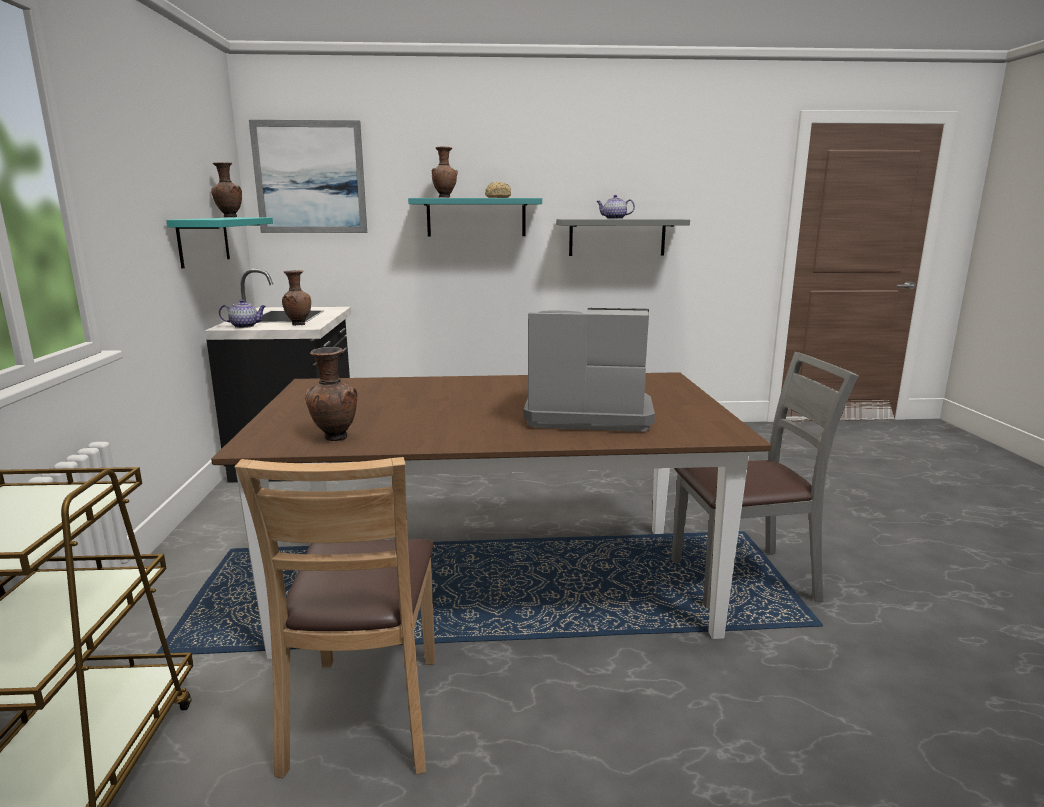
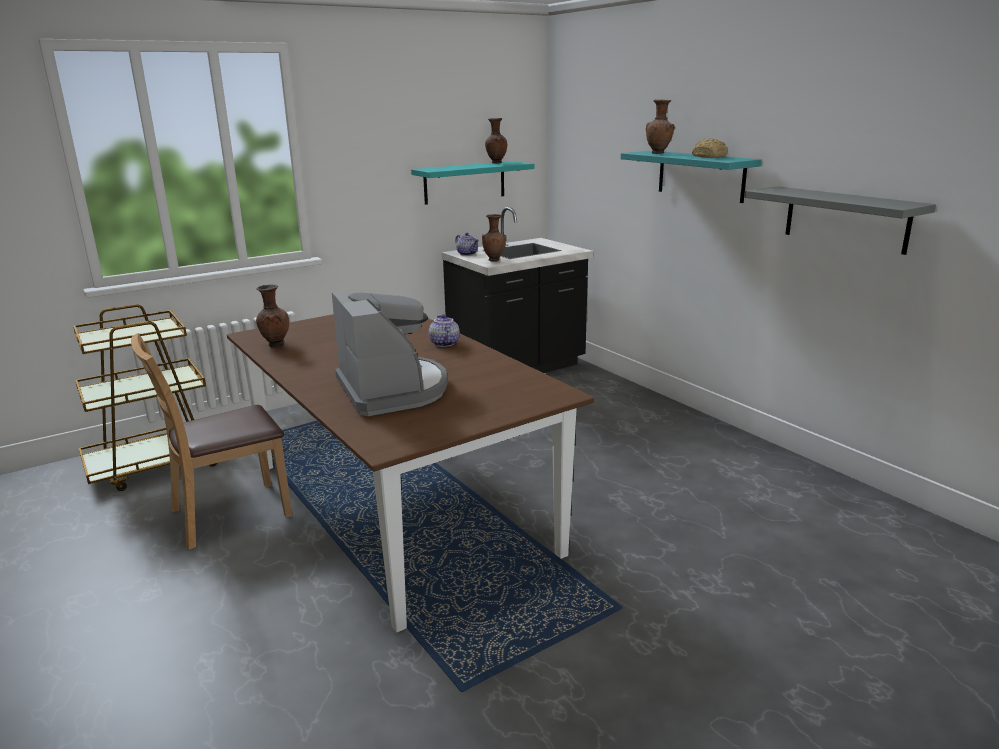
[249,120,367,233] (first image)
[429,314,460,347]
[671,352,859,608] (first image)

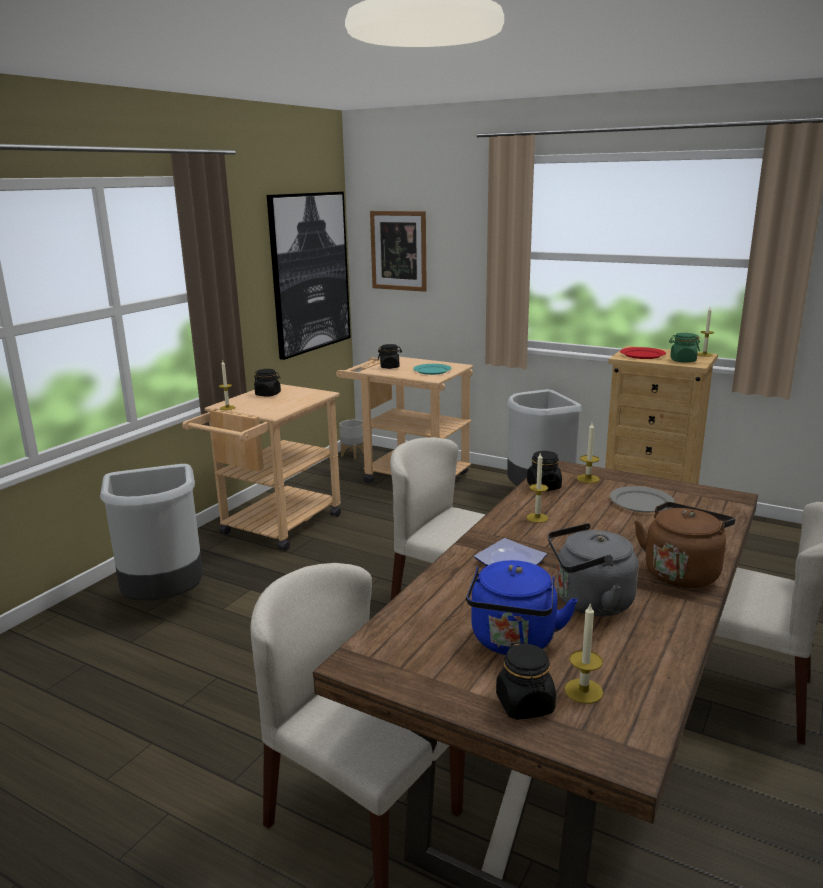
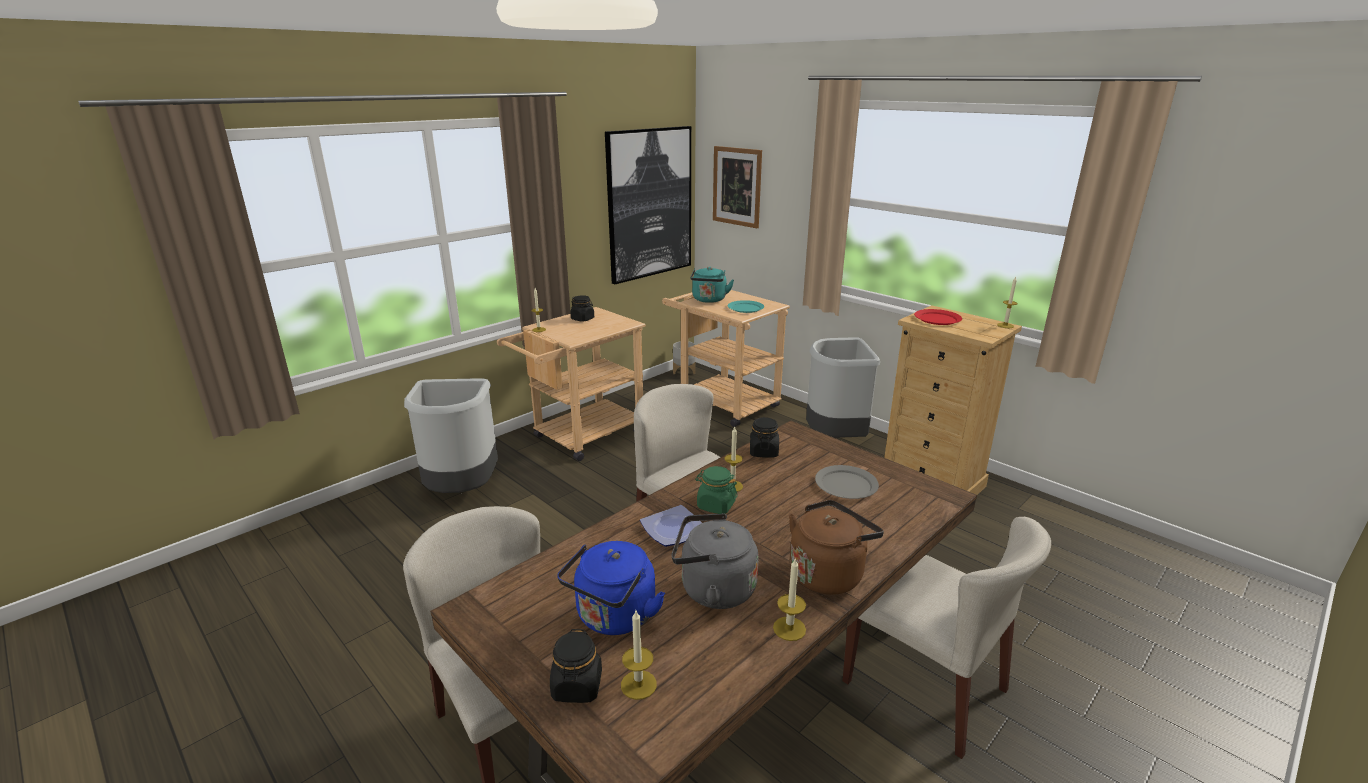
[695,466,738,514]
[690,267,734,303]
[773,557,806,641]

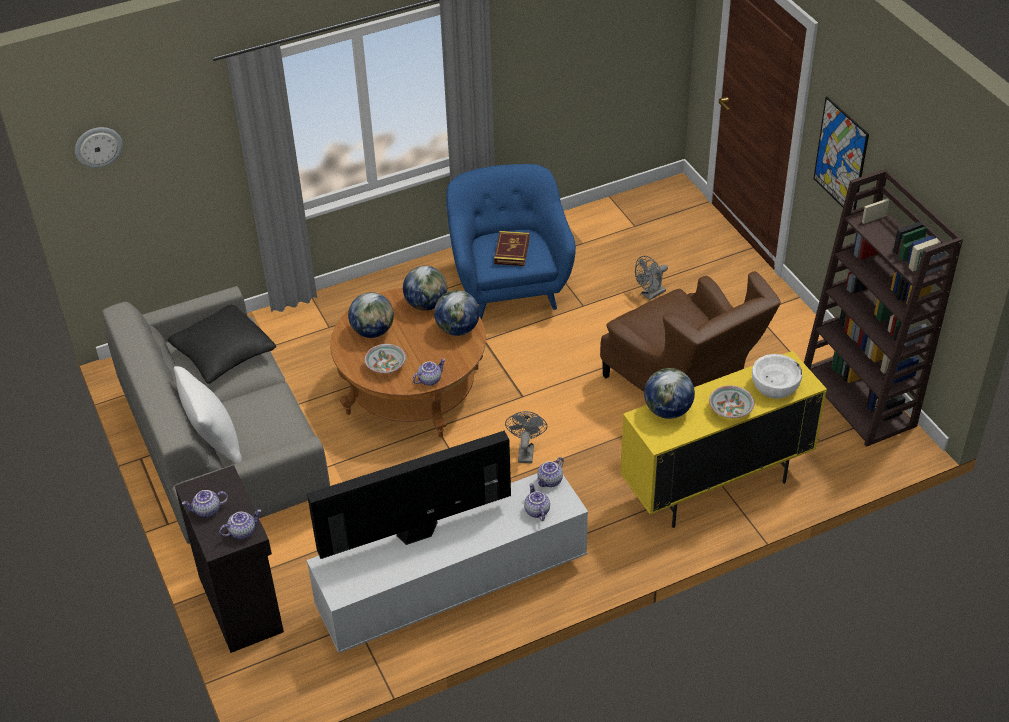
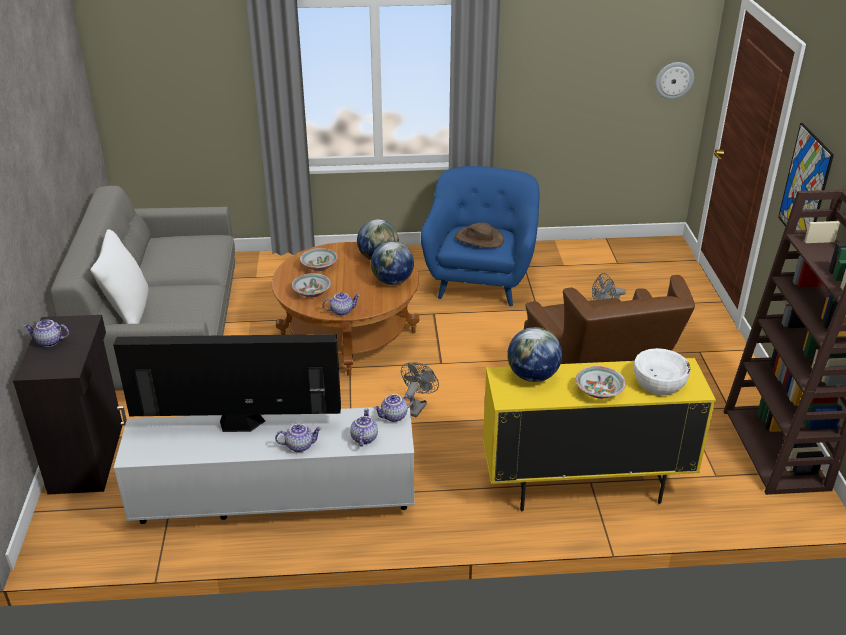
[655,62,694,99]
[455,222,504,248]
[300,248,338,271]
[168,305,276,384] (first image)
[275,424,322,452]

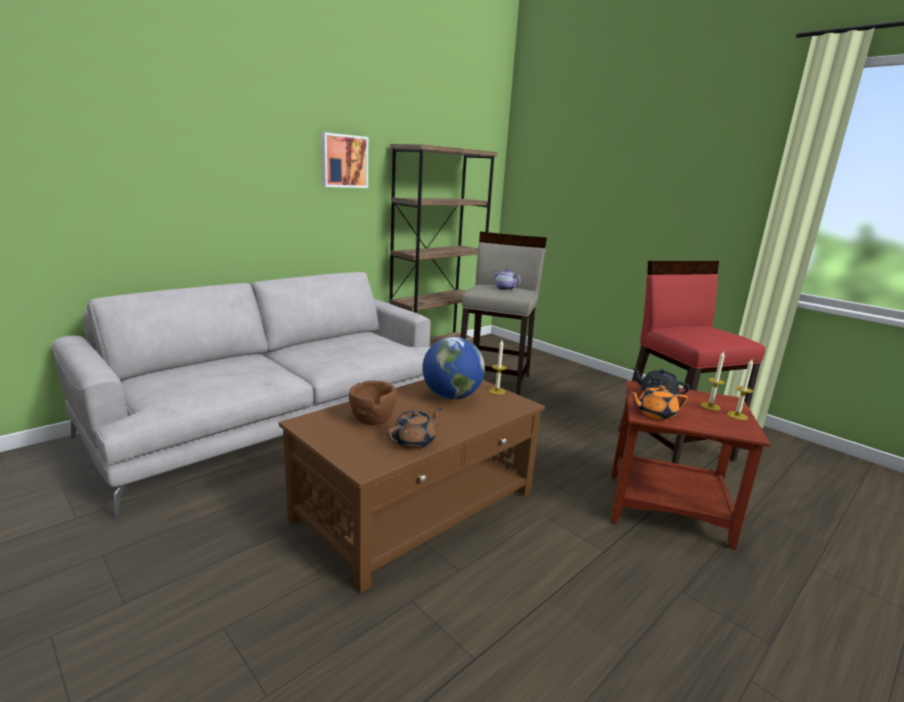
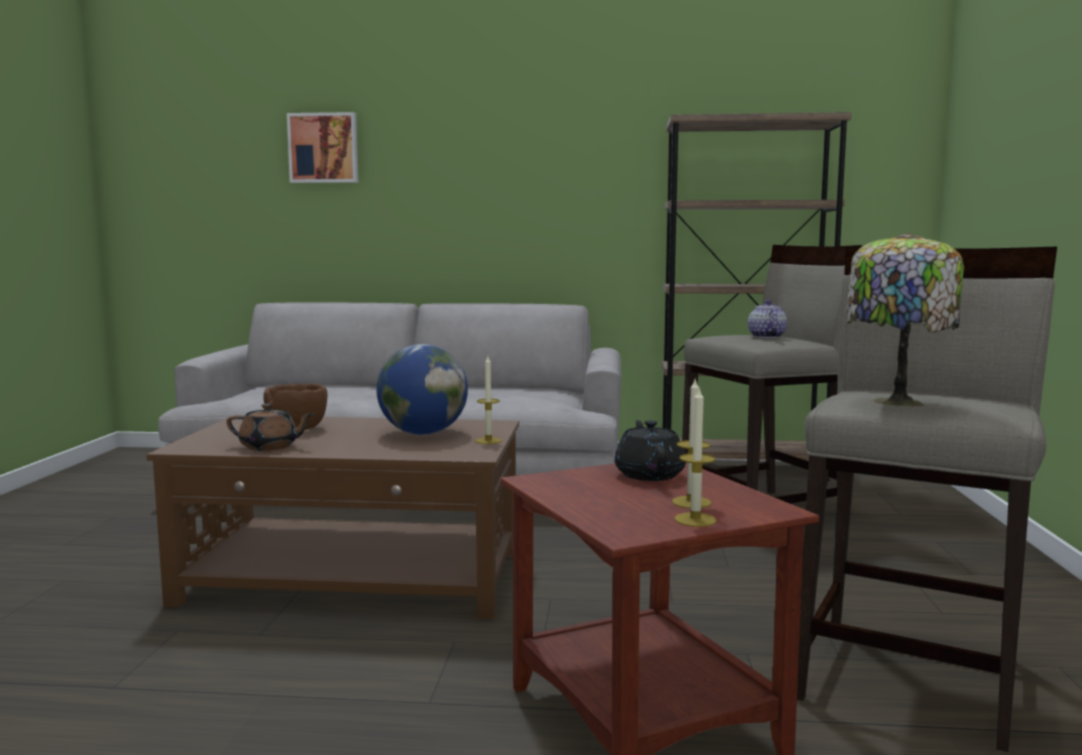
[287,112,358,183]
[797,246,1057,752]
[629,385,688,420] (first image)
[846,233,964,407]

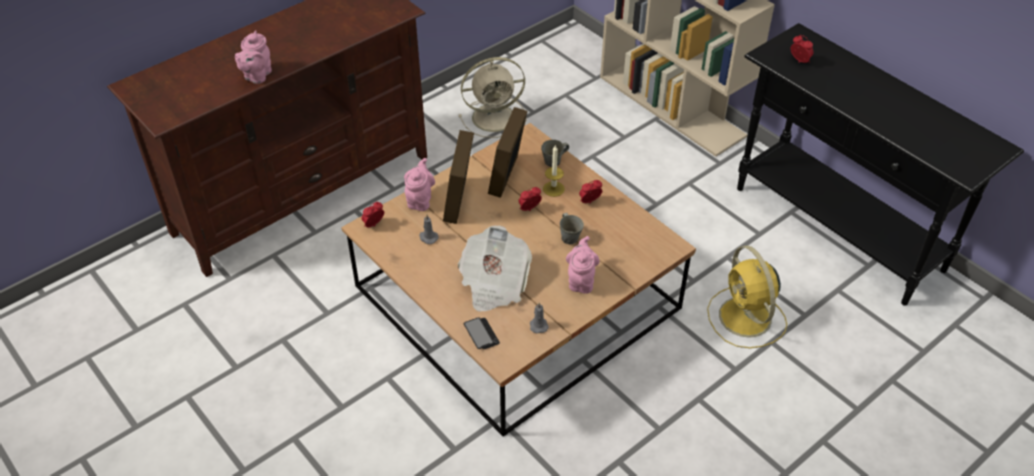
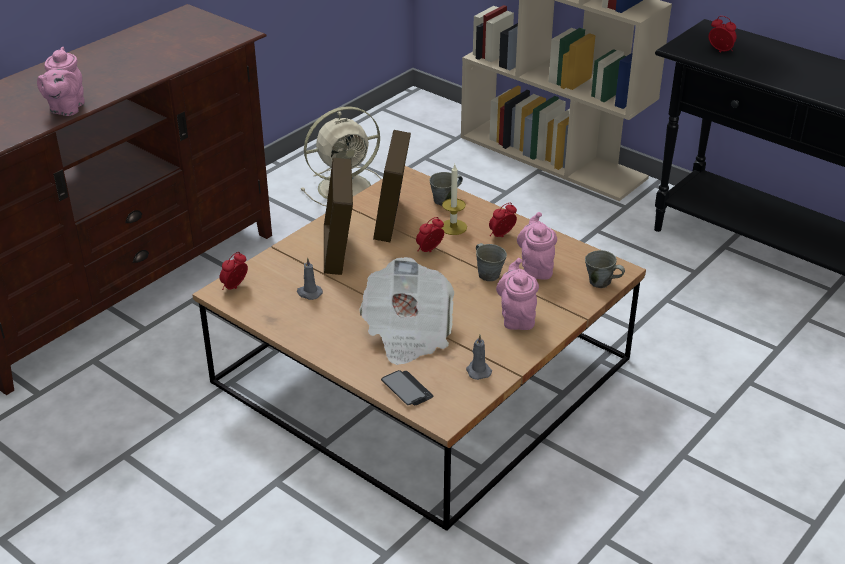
[517,212,557,280]
[707,246,787,348] (first image)
[585,250,625,288]

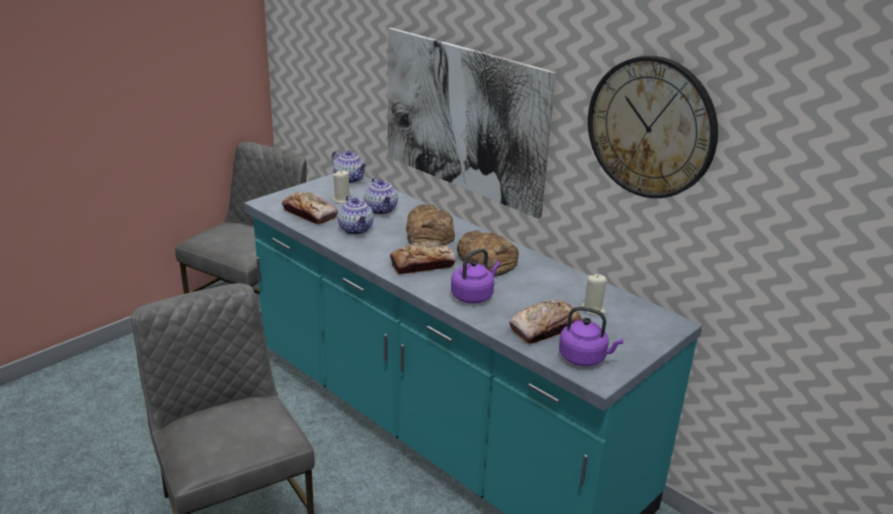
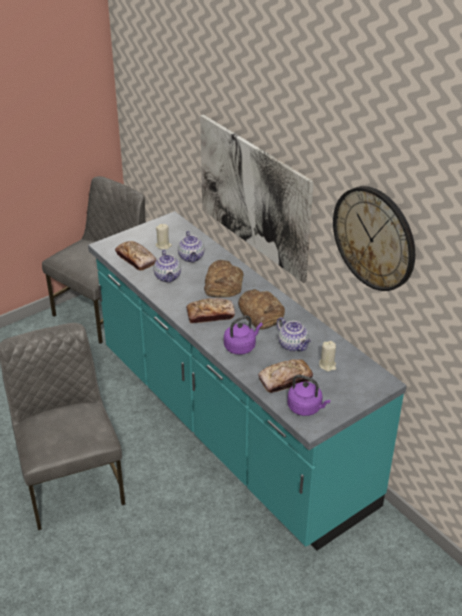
[277,317,311,352]

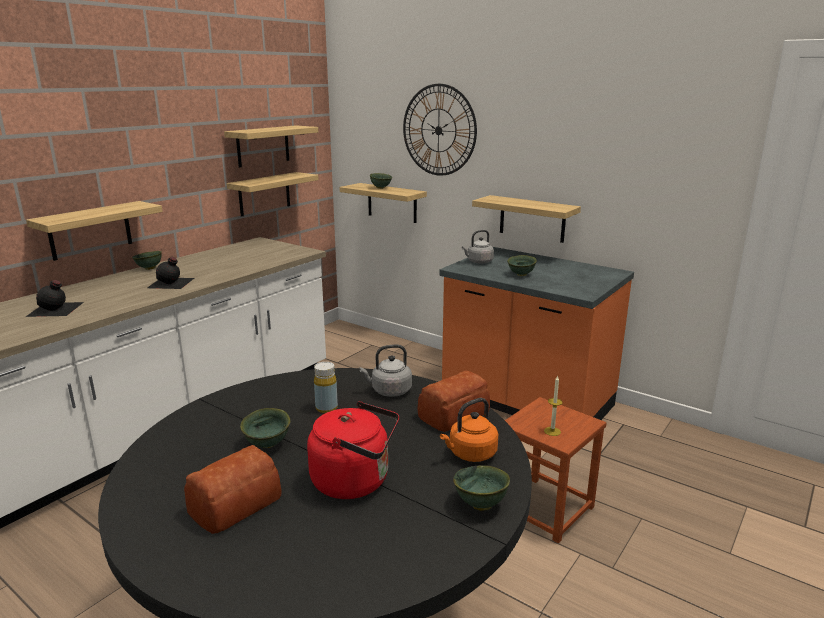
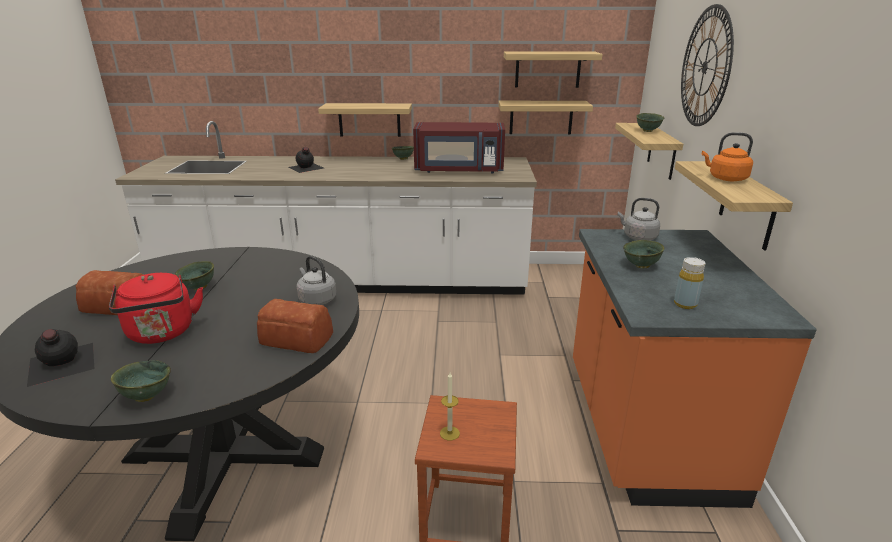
[27,329,94,387]
[674,257,706,309]
[702,132,753,181]
[413,122,505,173]

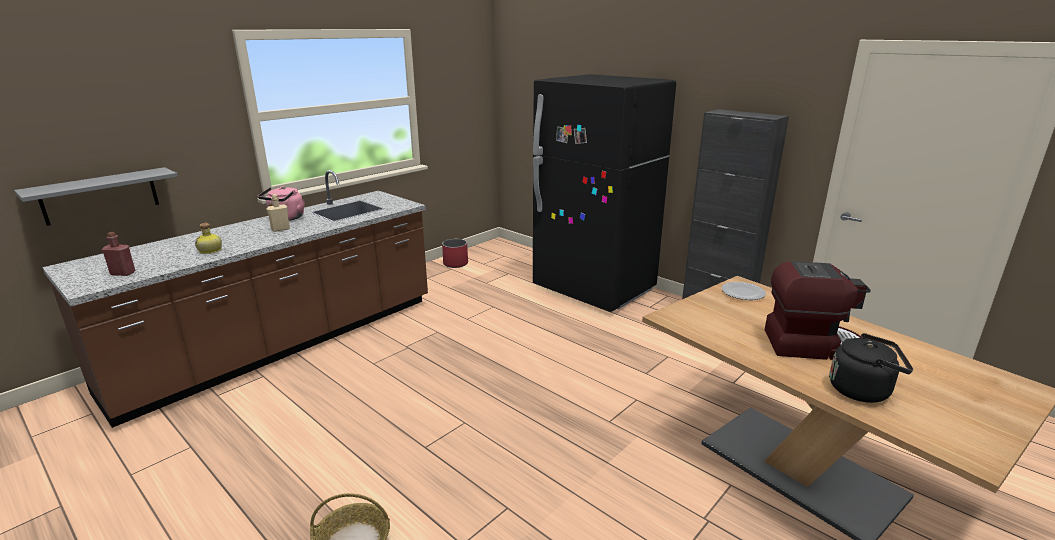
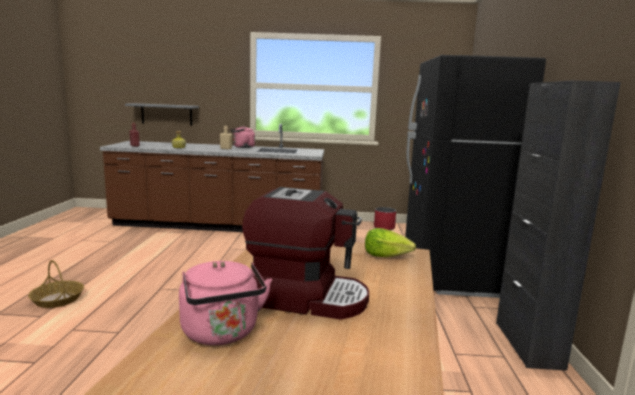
[242,187,369,319]
[365,228,416,257]
[179,261,272,345]

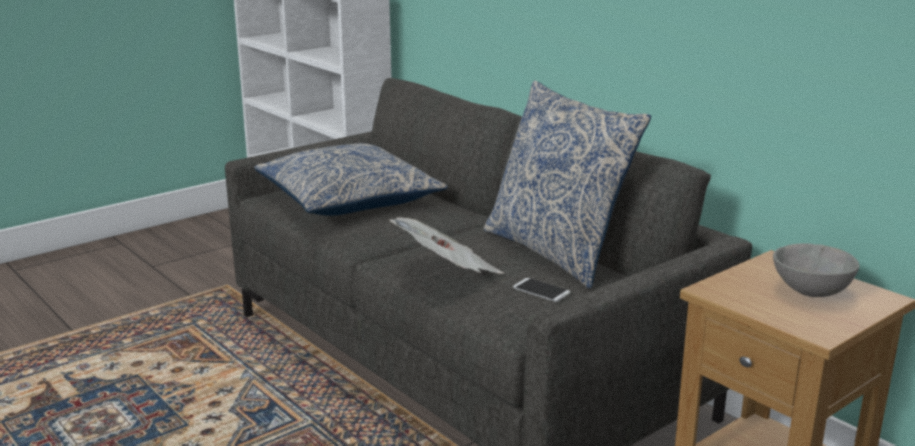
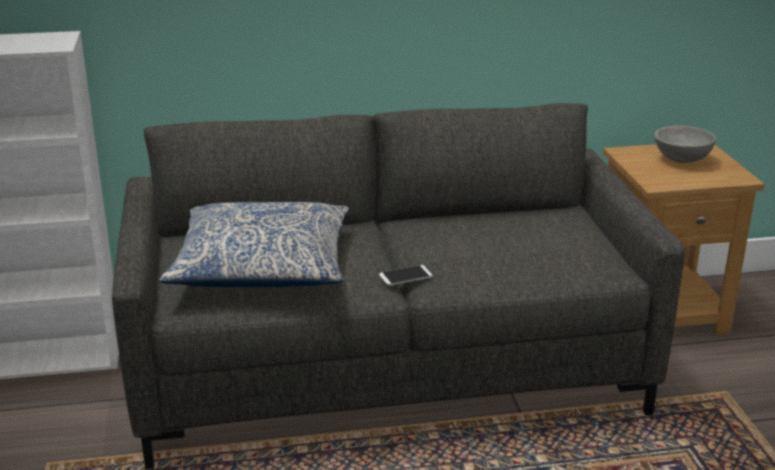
[484,80,651,289] (first image)
[389,217,504,274] (first image)
[379,265,432,285]

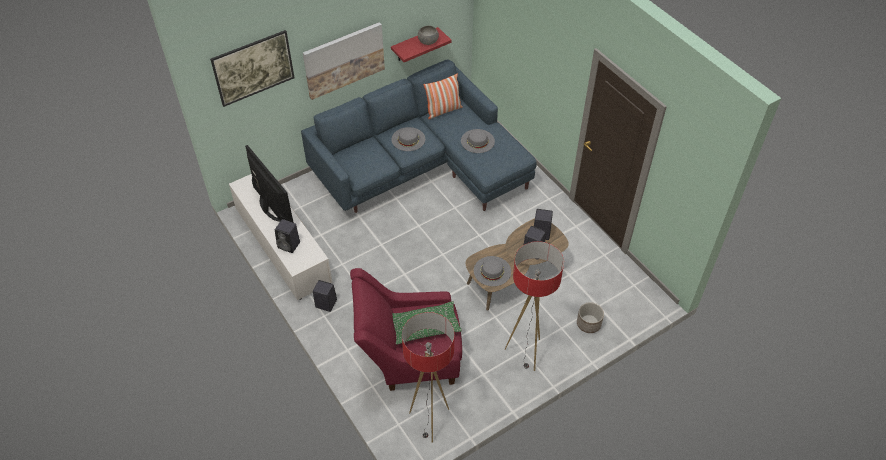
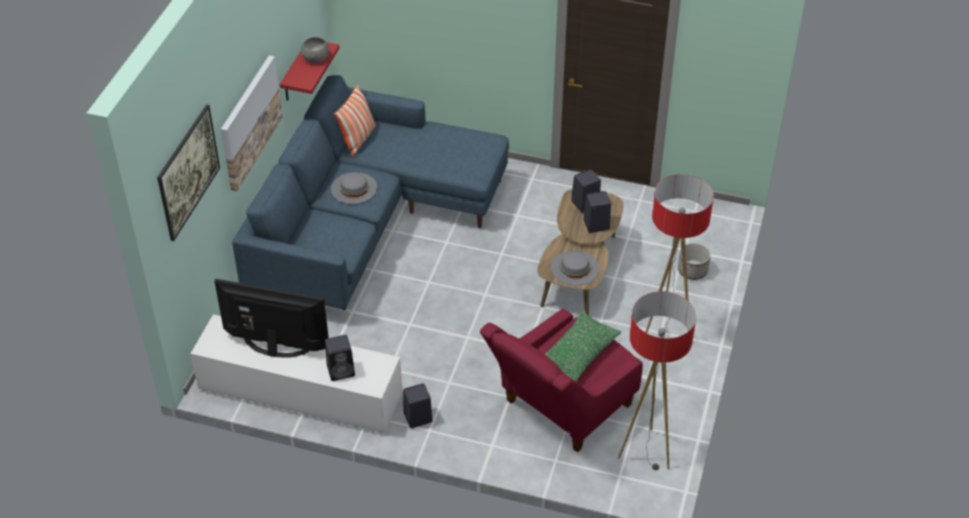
[461,129,495,153] (first image)

